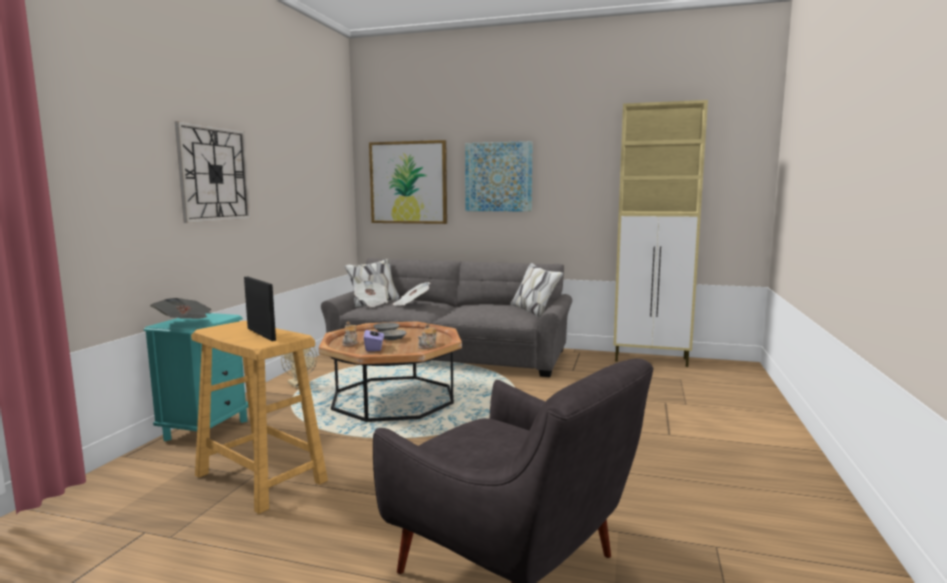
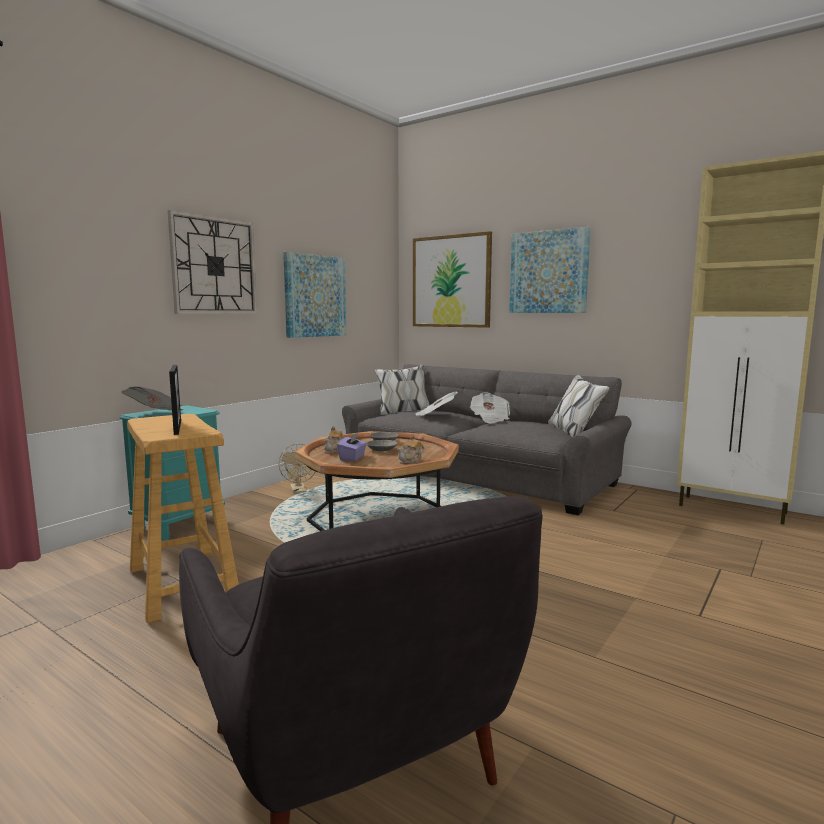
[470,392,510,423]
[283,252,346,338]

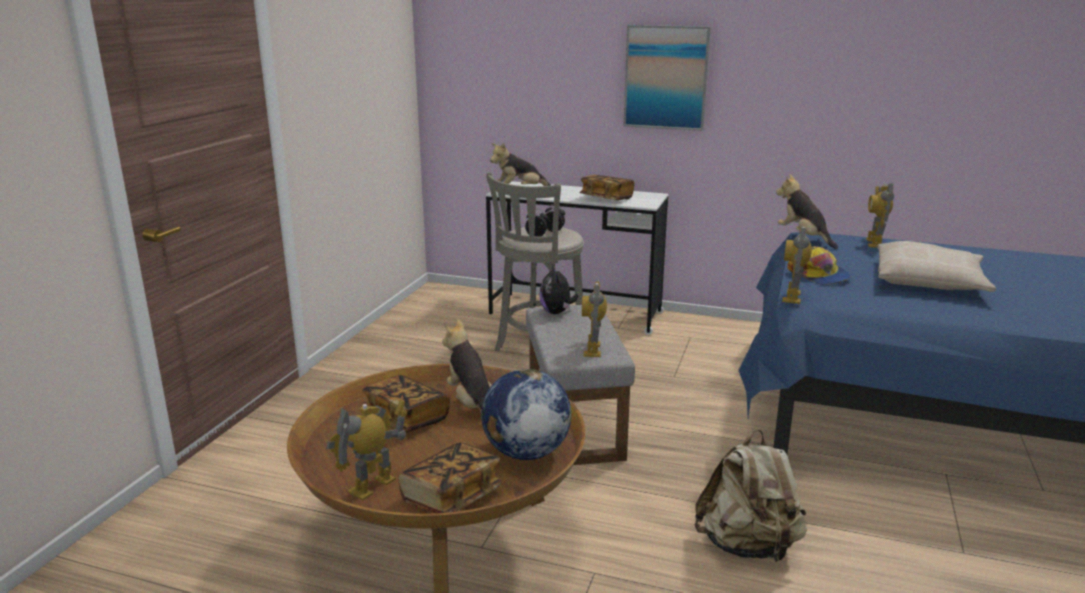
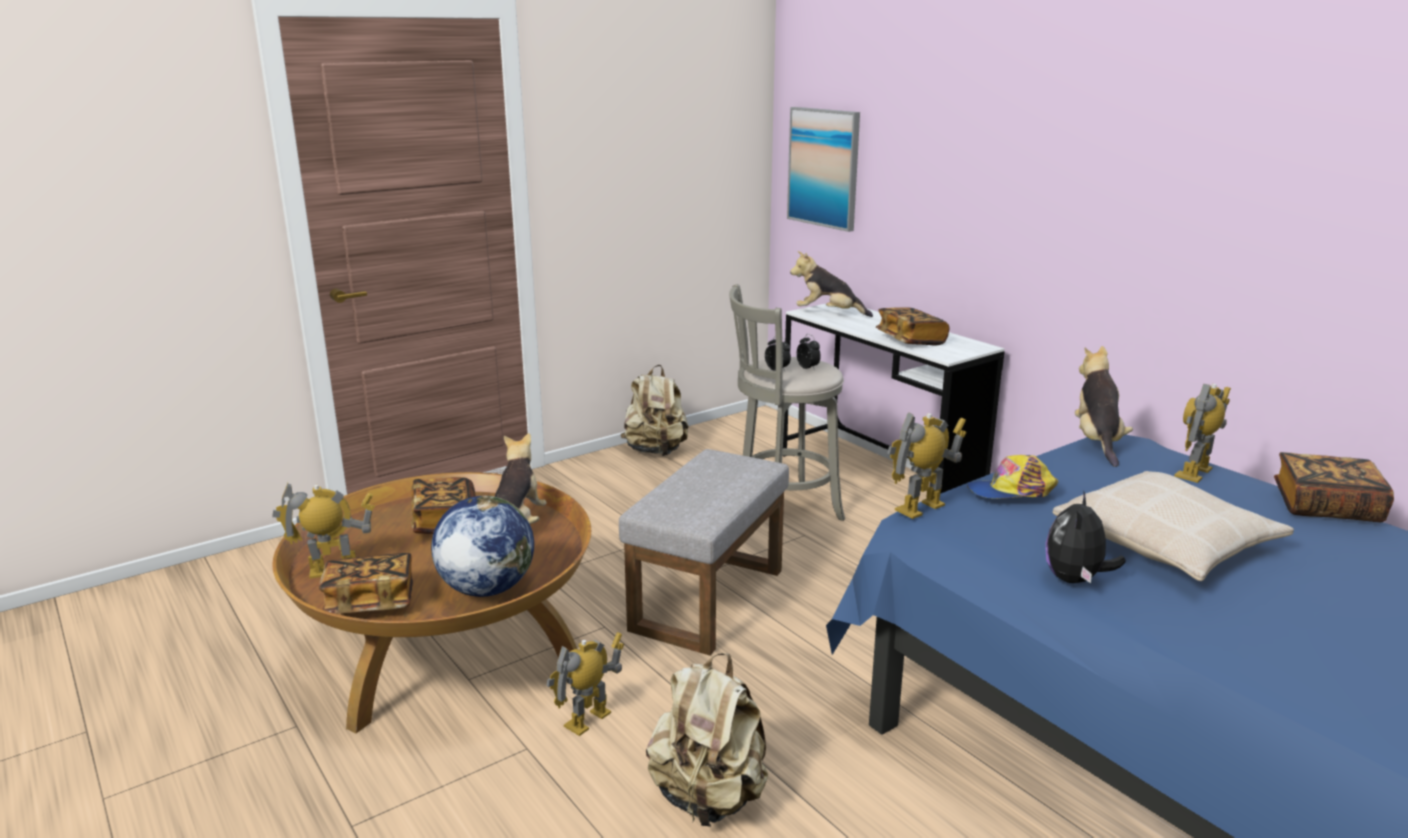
[787,107,860,232]
[967,455,1058,499]
[1045,490,1125,583]
[547,632,624,736]
[621,365,689,456]
[1274,452,1394,522]

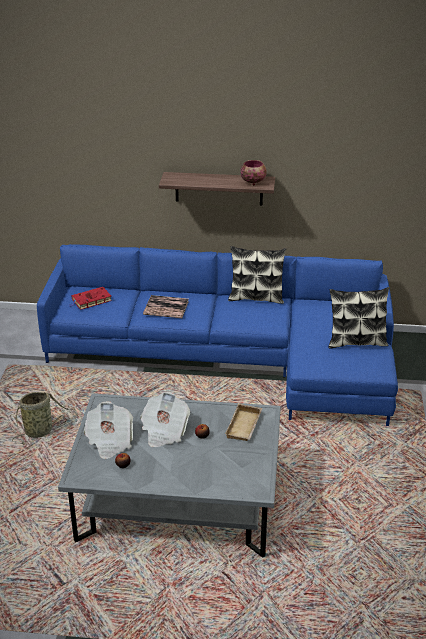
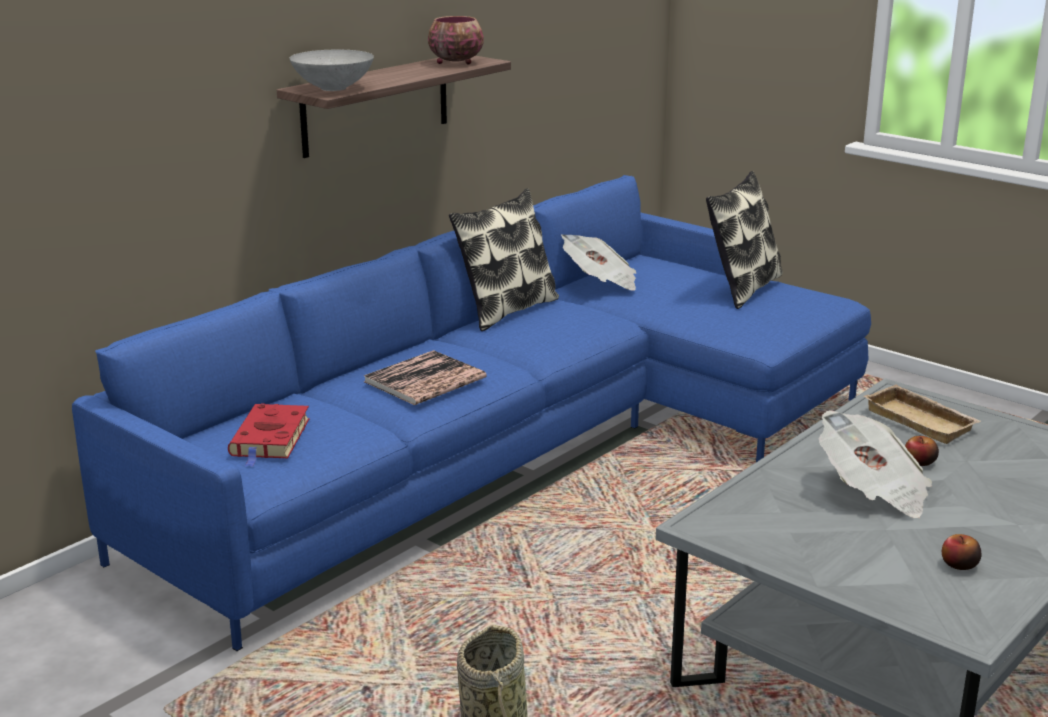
[561,235,636,291]
[290,50,374,91]

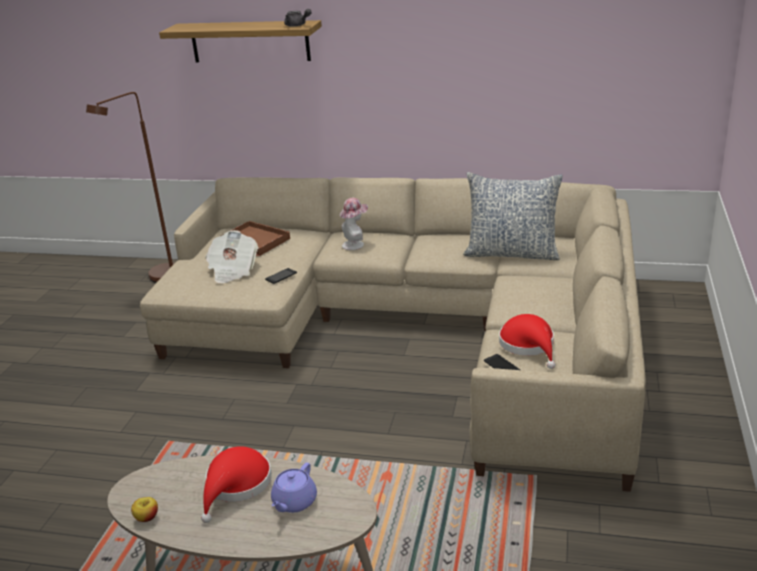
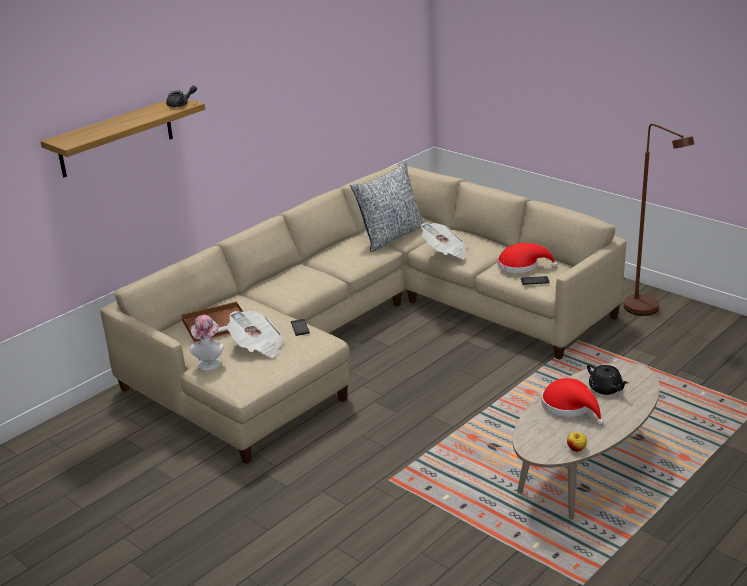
[624,123,694,316]
[190,315,224,371]
[587,364,628,395]
[421,223,466,259]

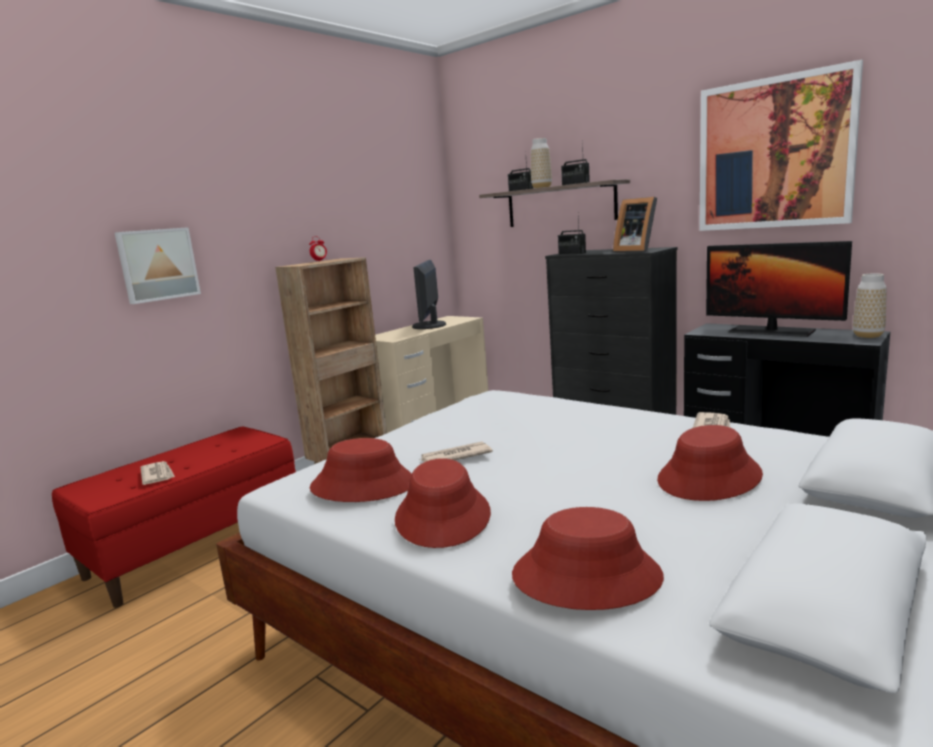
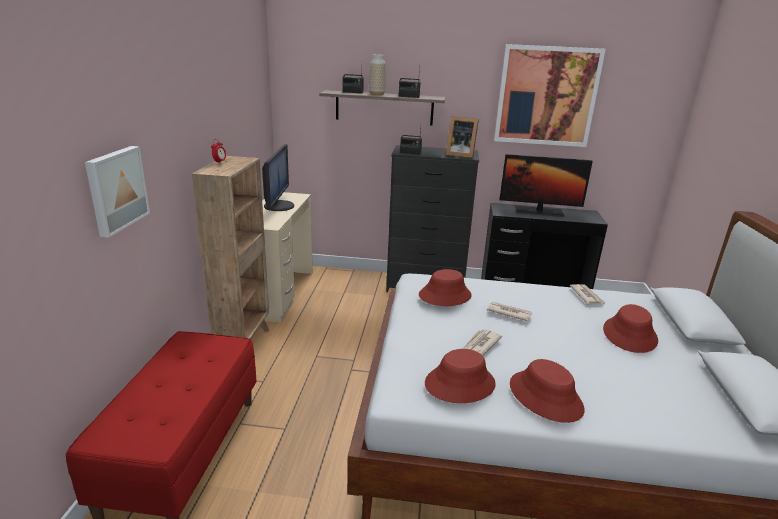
[262,144,294,211]
[853,273,887,338] (first image)
[487,302,533,321]
[419,269,471,306]

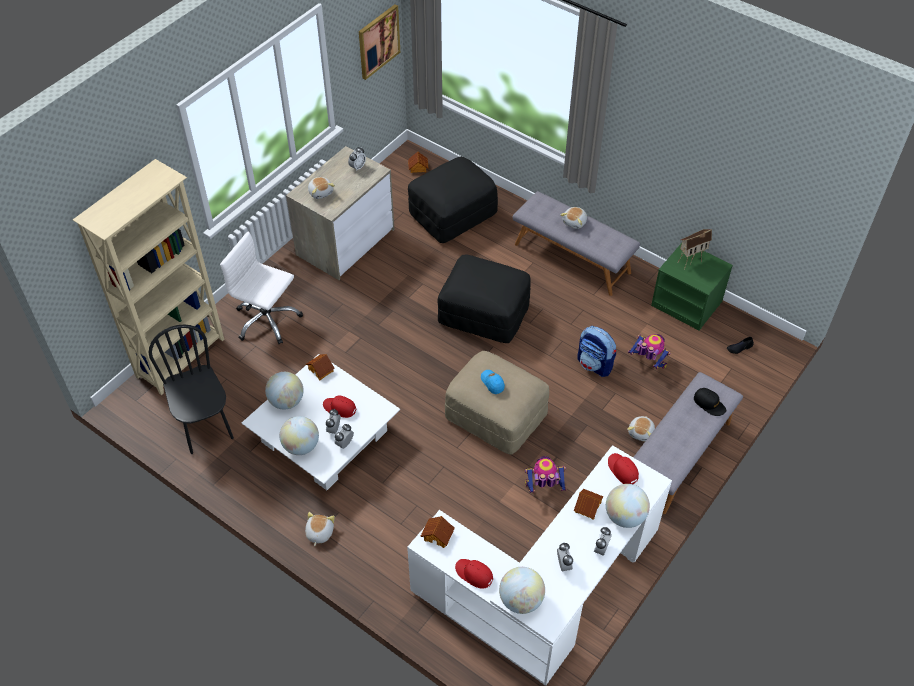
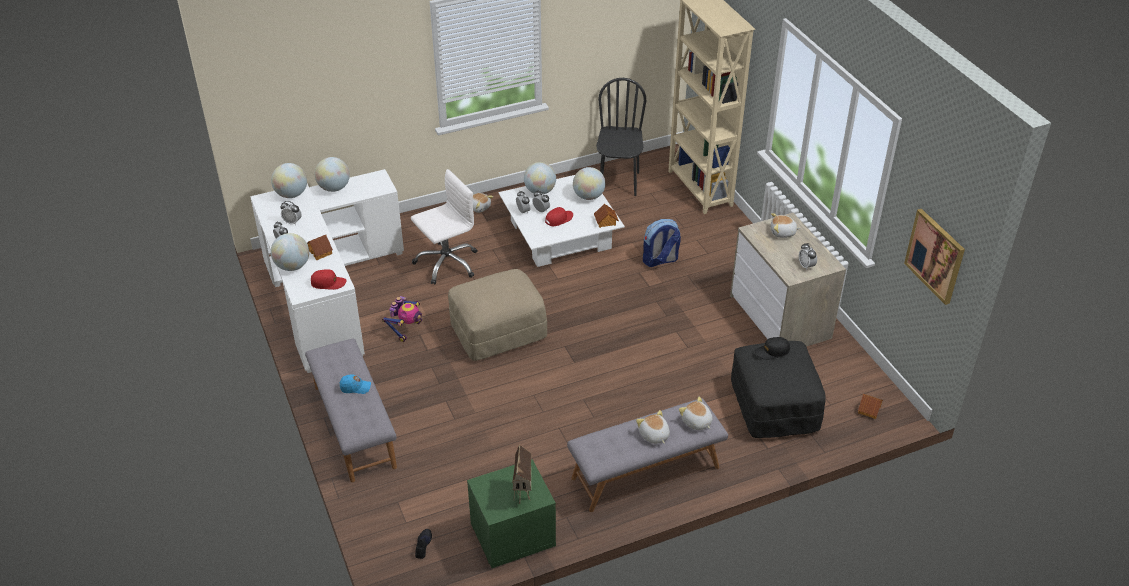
[411,169,477,285]
[438,254,531,343] (first image)
[596,78,646,196]
[643,219,681,267]
[628,334,671,369] (first image)
[340,374,371,394]
[755,337,790,360]
[679,397,713,430]
[420,516,455,548] (first image)
[315,157,350,192]

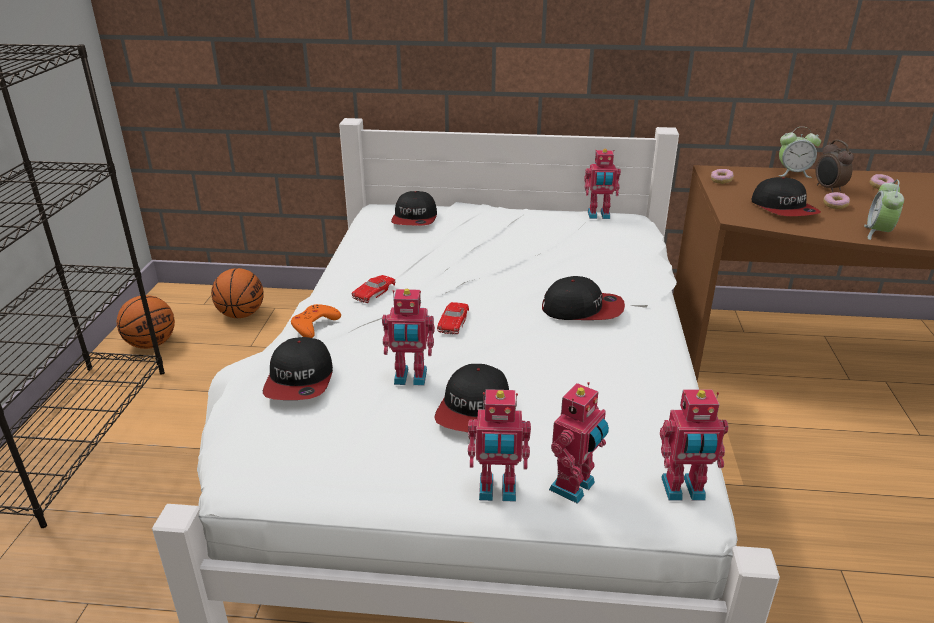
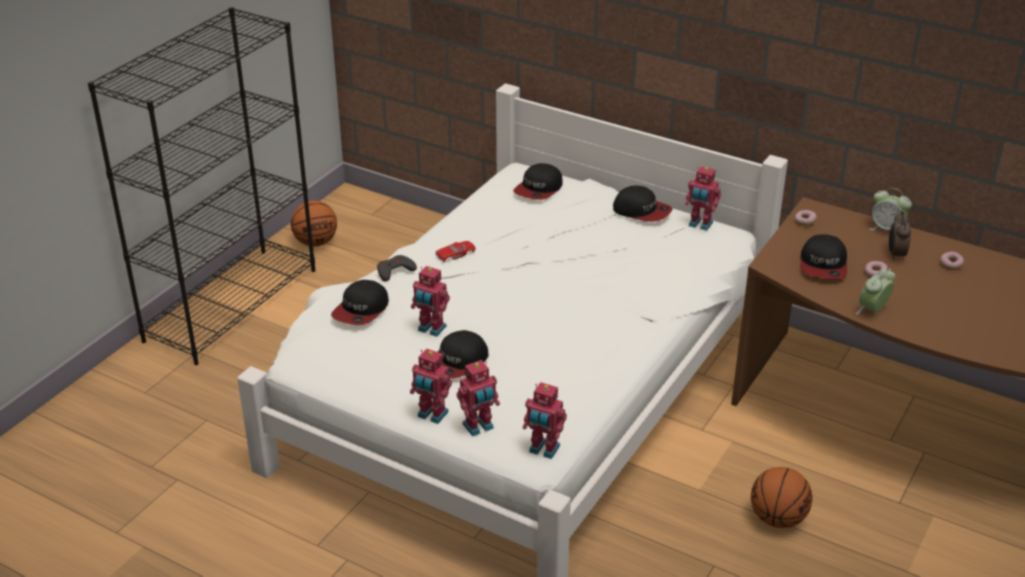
[751,467,812,528]
[613,186,672,222]
[437,302,469,334] (first image)
[377,255,417,281]

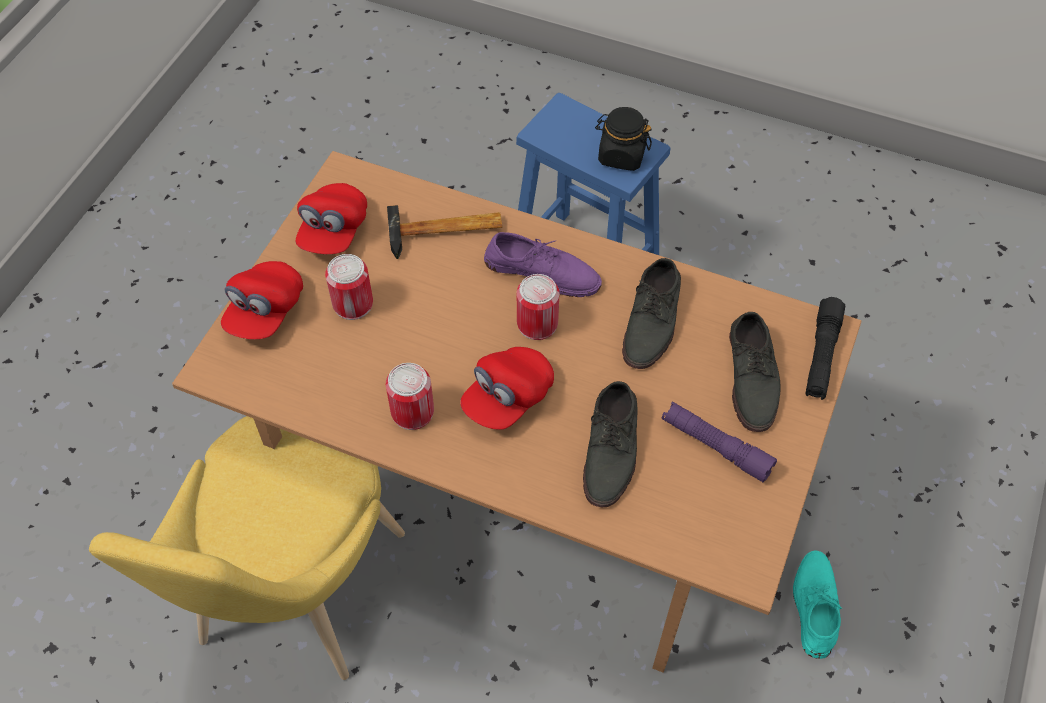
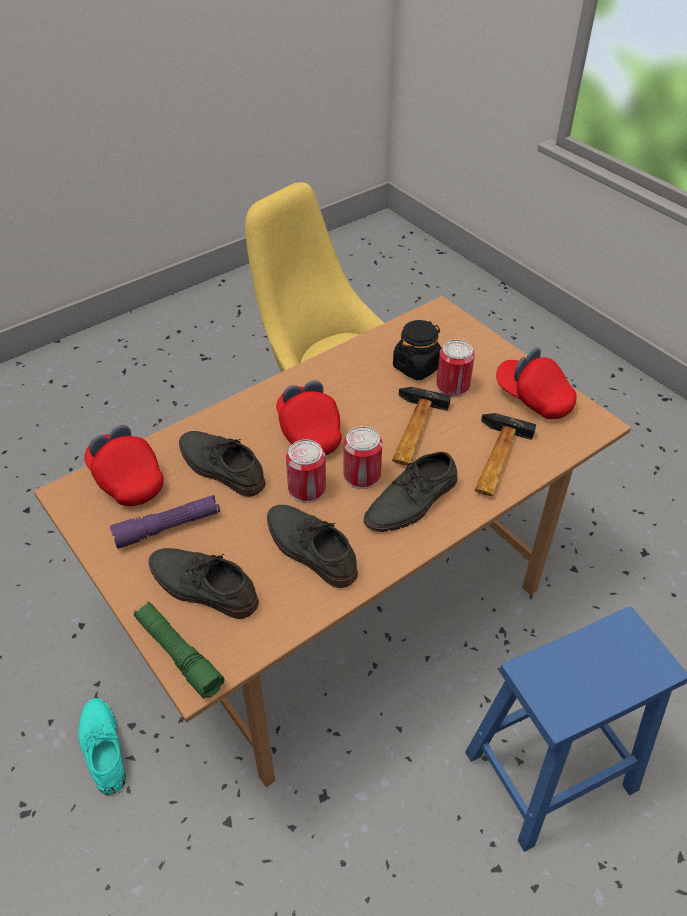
[393,320,441,380]
[364,452,457,532]
[84,425,164,506]
[134,602,224,699]
[286,439,326,503]
[78,698,126,795]
[392,387,451,465]

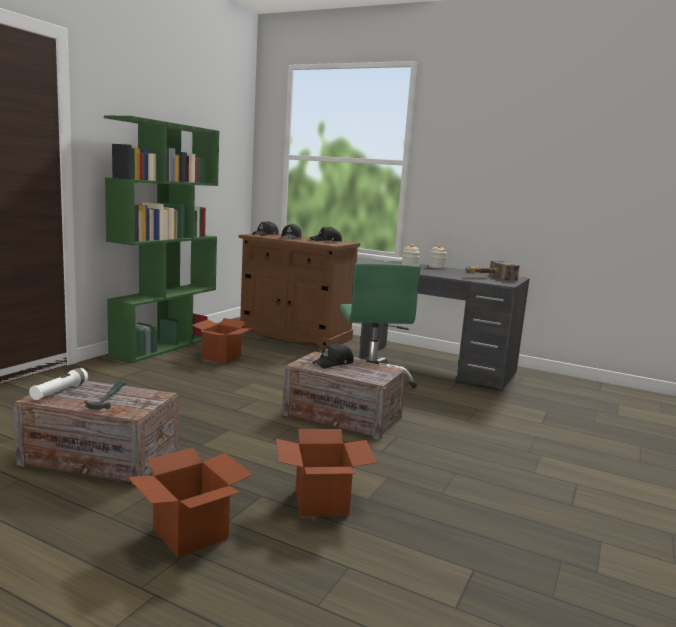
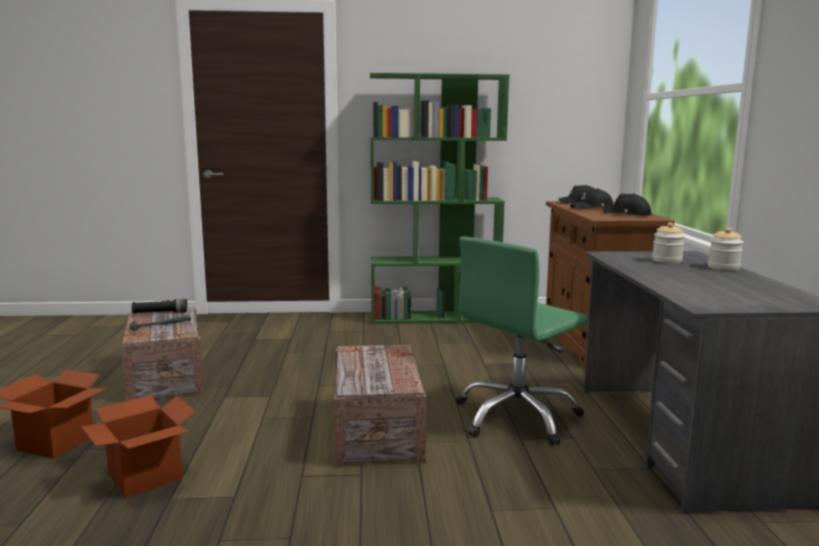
[465,261,520,281] (first image)
[192,318,253,364] (first image)
[312,343,354,368] (first image)
[132,299,187,314]

